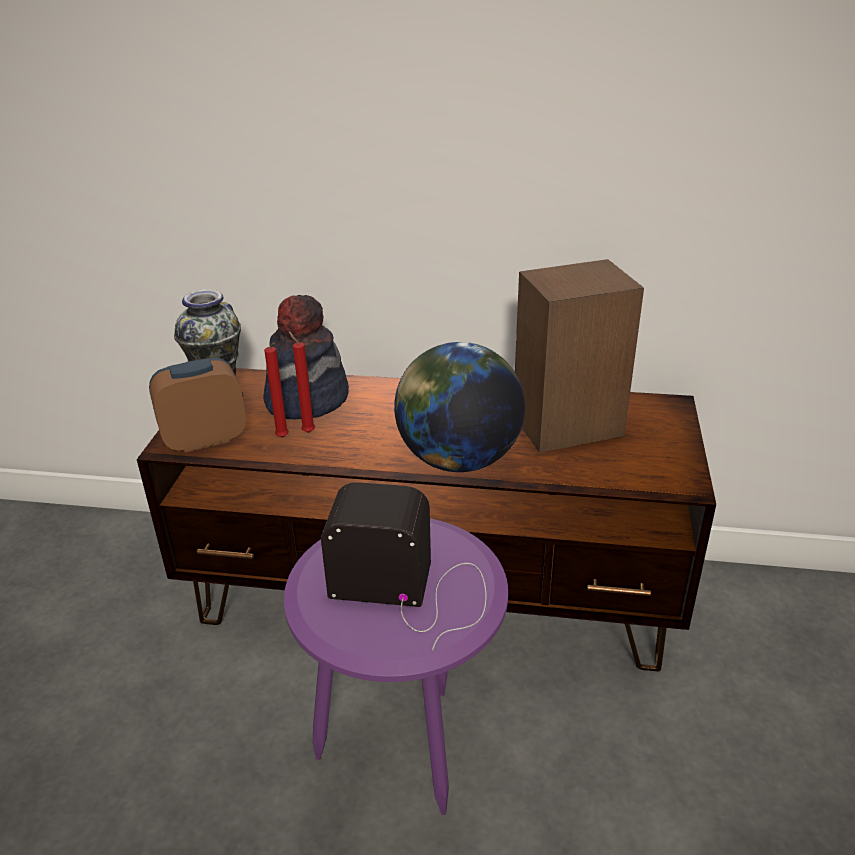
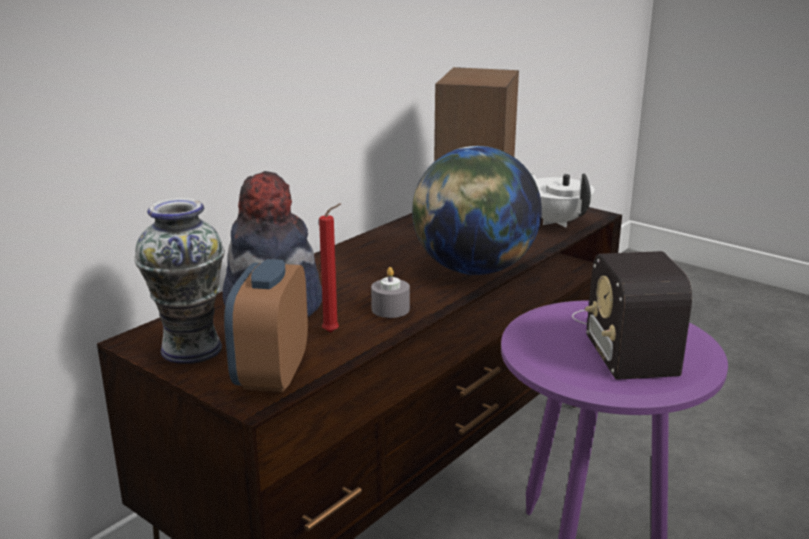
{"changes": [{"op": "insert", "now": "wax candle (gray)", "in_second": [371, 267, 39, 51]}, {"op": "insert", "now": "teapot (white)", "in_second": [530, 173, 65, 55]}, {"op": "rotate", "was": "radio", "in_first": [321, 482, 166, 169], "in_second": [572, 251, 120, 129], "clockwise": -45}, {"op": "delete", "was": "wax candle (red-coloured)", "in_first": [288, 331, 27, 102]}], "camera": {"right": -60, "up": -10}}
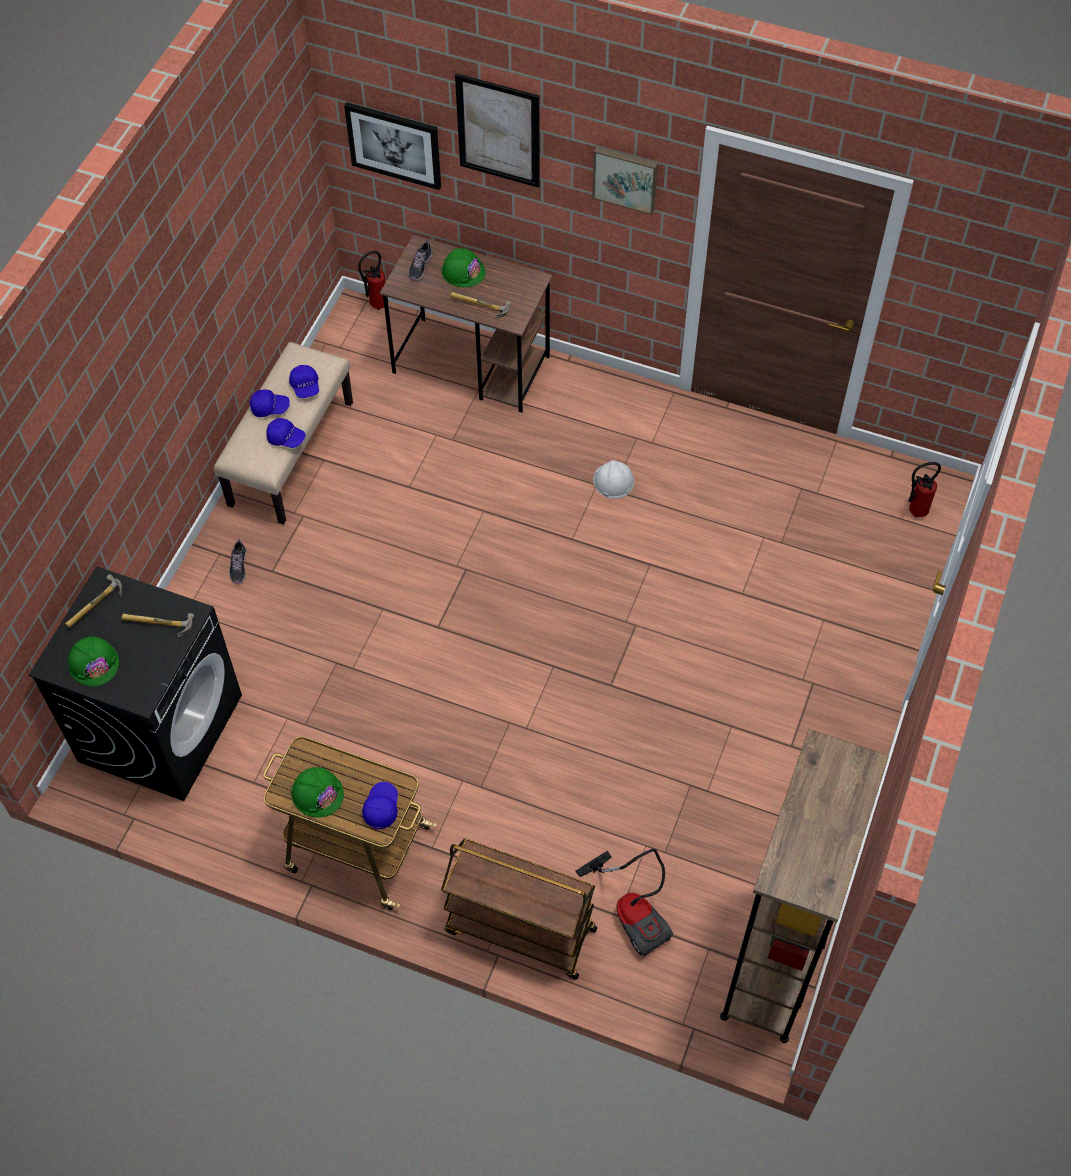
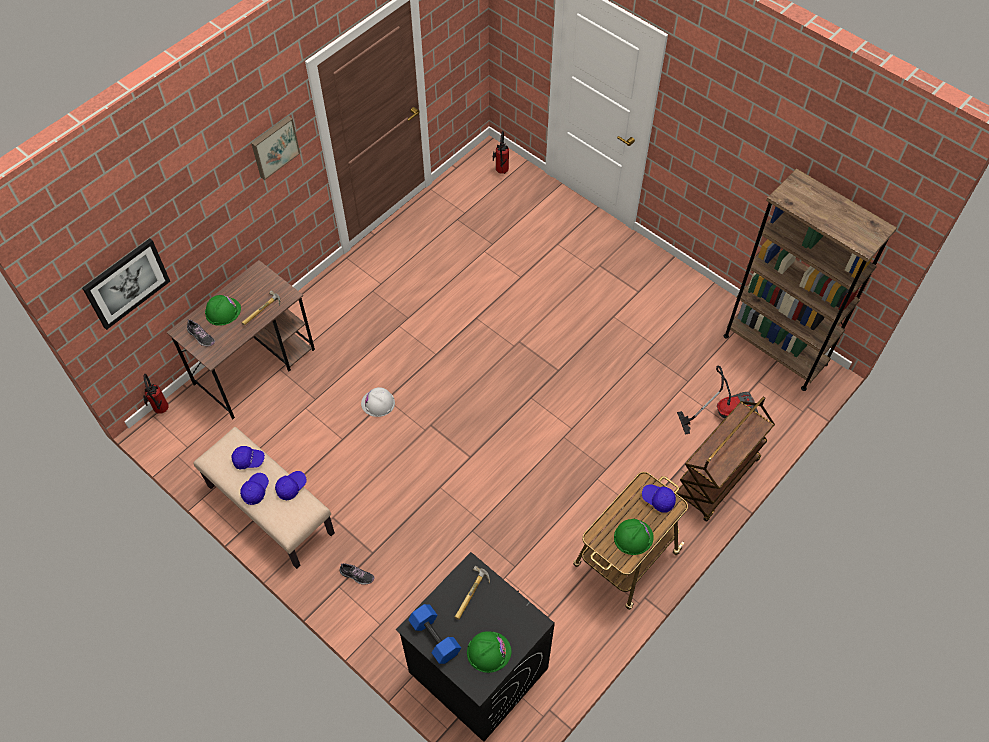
{"changes": [{"op": "move", "was": "work helmet (white)", "in_first": [593, 460, 41, 39], "in_second": [361, 387, 34, 30]}, {"op": "replace", "was": "hammer", "now": "dumbbell (bluish)", "in_first": [65, 574, 58, 54], "in_second": [408, 604, 53, 60]}, {"op": "delete", "was": "wall picture", "in_first": [455, 73, 85, 115]}], "camera": {"right": -70, "up": 0}}
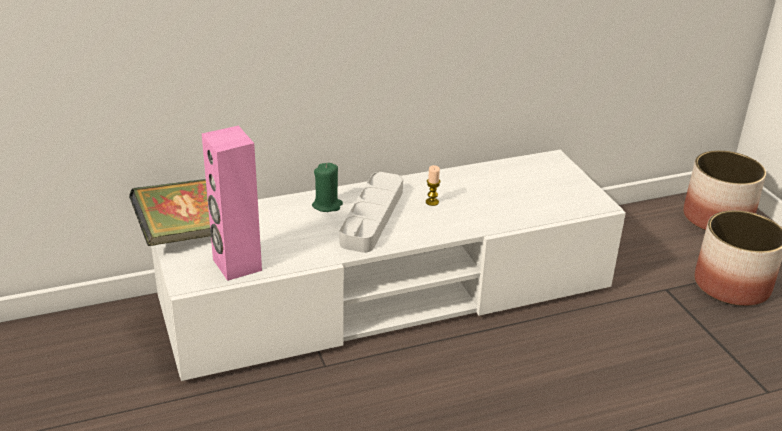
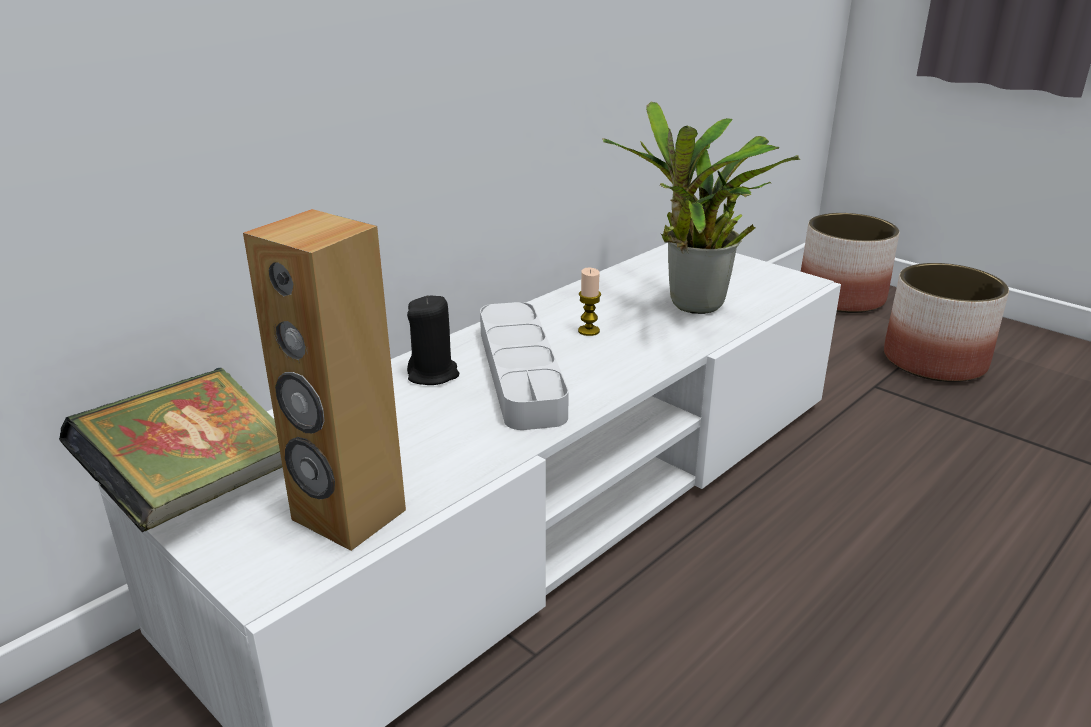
{"changes": [{"op": "recolor", "was": "audio speaker (pink-coloured)", "now": "audio speaker (brownish)", "in_first": [202, 126, 60, 155], "in_second": [243, 209, 163, 342]}, {"op": "recolor", "was": "wax candle (green-coloured)", "now": "wax candle (black)", "in_first": [312, 163, 31, 49], "in_second": [407, 295, 52, 90]}, {"op": "insert", "now": "potted plant", "in_second": [602, 101, 198, 213]}], "camera": {"right": -25, "up": -5}}
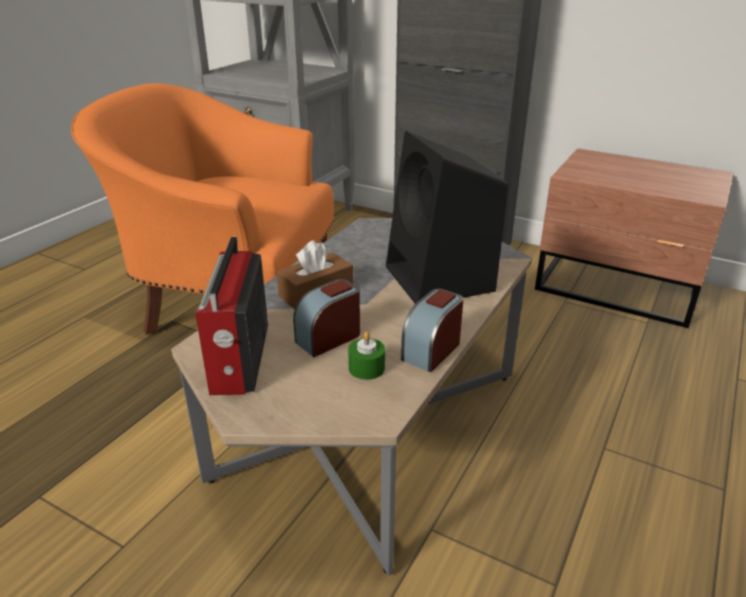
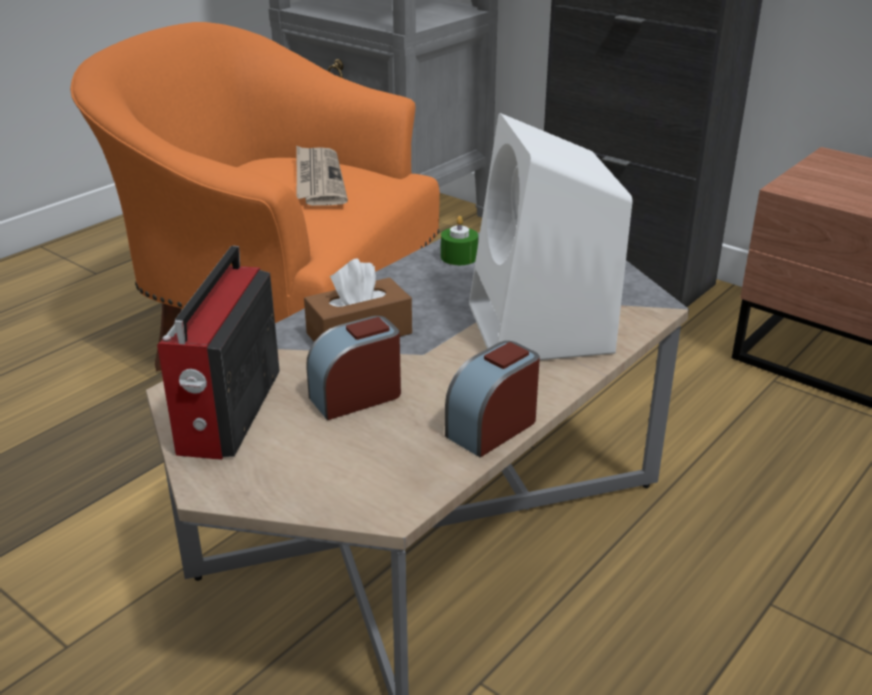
{"changes": [{"op": "insert", "now": "daily paper", "in_second": [296, 145, 52, 61]}, {"op": "move", "was": "wax candle (green-coloured)", "in_first": [348, 332, 37, 48], "in_second": [441, 216, 37, 49]}, {"op": "recolor", "was": "audio speaker (black)", "now": "audio speaker (white)", "in_first": [386, 131, 122, 173], "in_second": [469, 113, 163, 247]}], "camera": {"right": 10, "up": 0}}
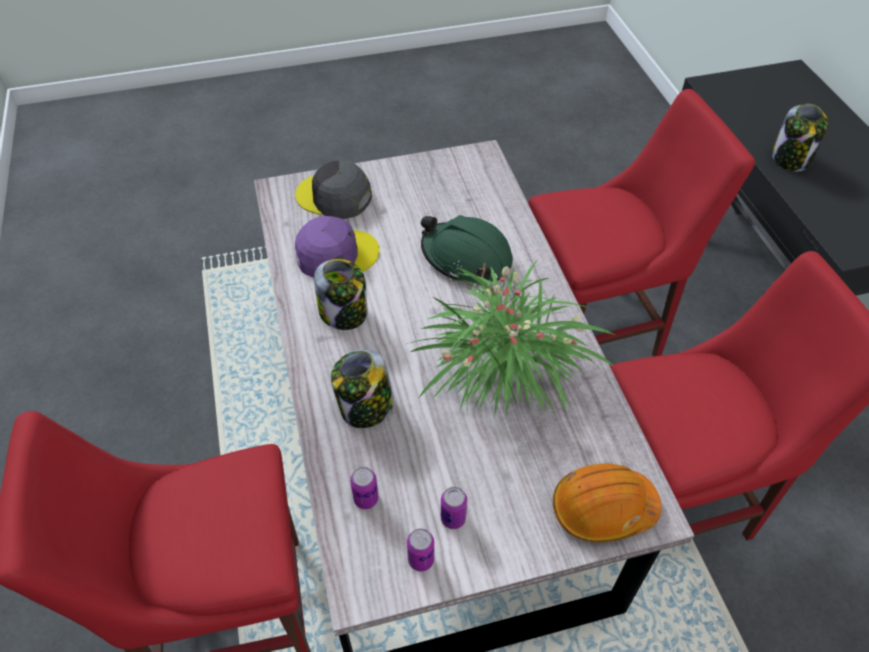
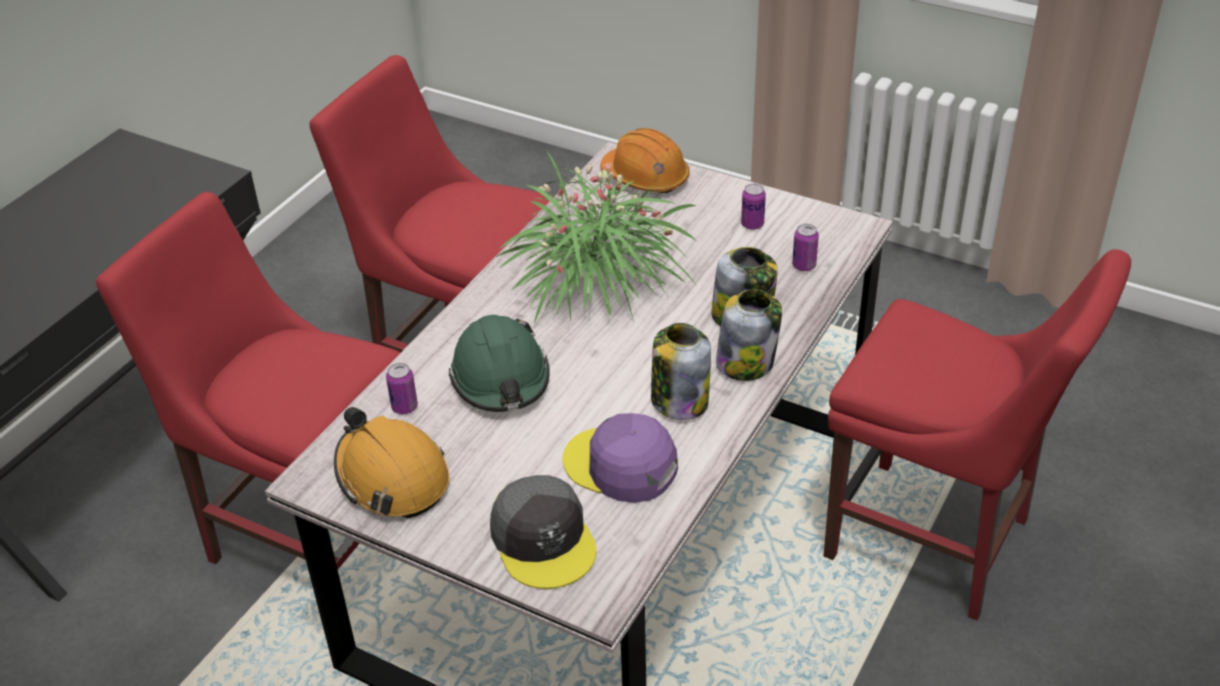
{"changes": [{"op": "insert", "now": "work helmet (orange-coloured)", "in_second": [334, 407, 115, 111]}, {"op": "move", "was": "metal can", "in_first": [407, 529, 27, 42], "in_second": [386, 363, 32, 51]}, {"op": "move", "was": "jar", "in_first": [772, 104, 56, 68], "in_second": [716, 289, 66, 92]}], "camera": {"right": -135, "up": -10}}
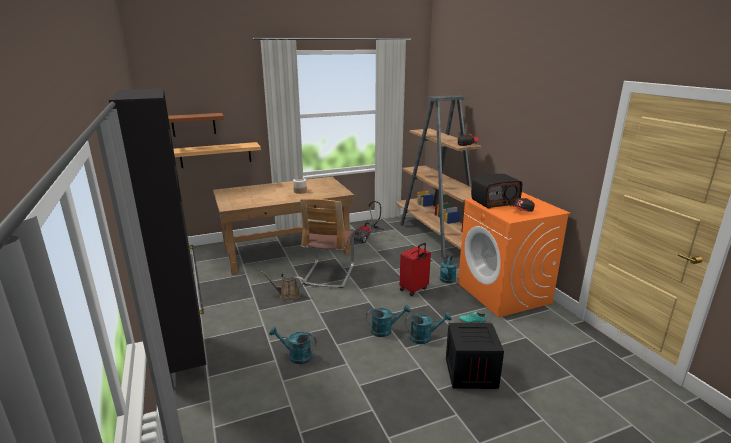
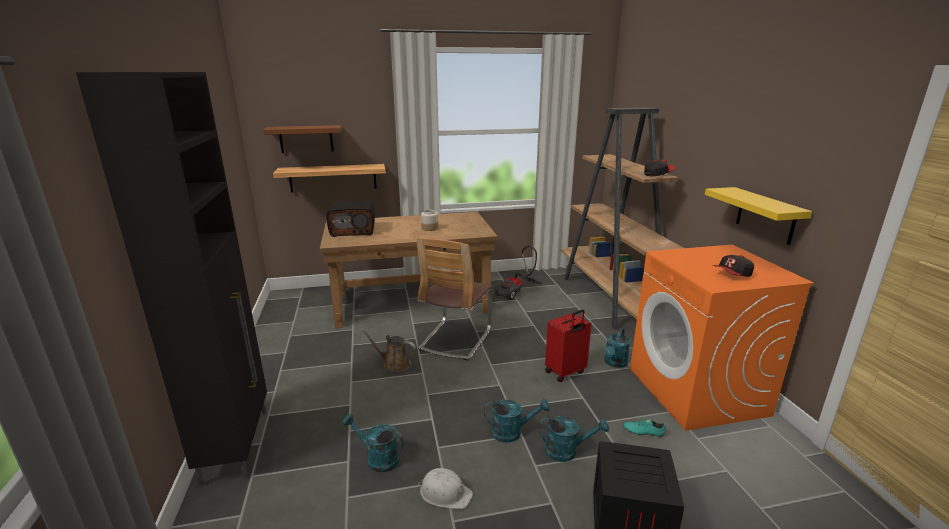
{"changes": [{"op": "move", "was": "radio", "in_first": [471, 174, 51, 35], "in_second": [326, 201, 49, 36]}, {"op": "insert", "now": "work helmet (white)", "in_second": [418, 468, 55, 41]}, {"op": "insert", "now": "wall shelf (yellowish)", "in_second": [705, 187, 107, 58]}], "camera": {"right": 10, "up": 0}}
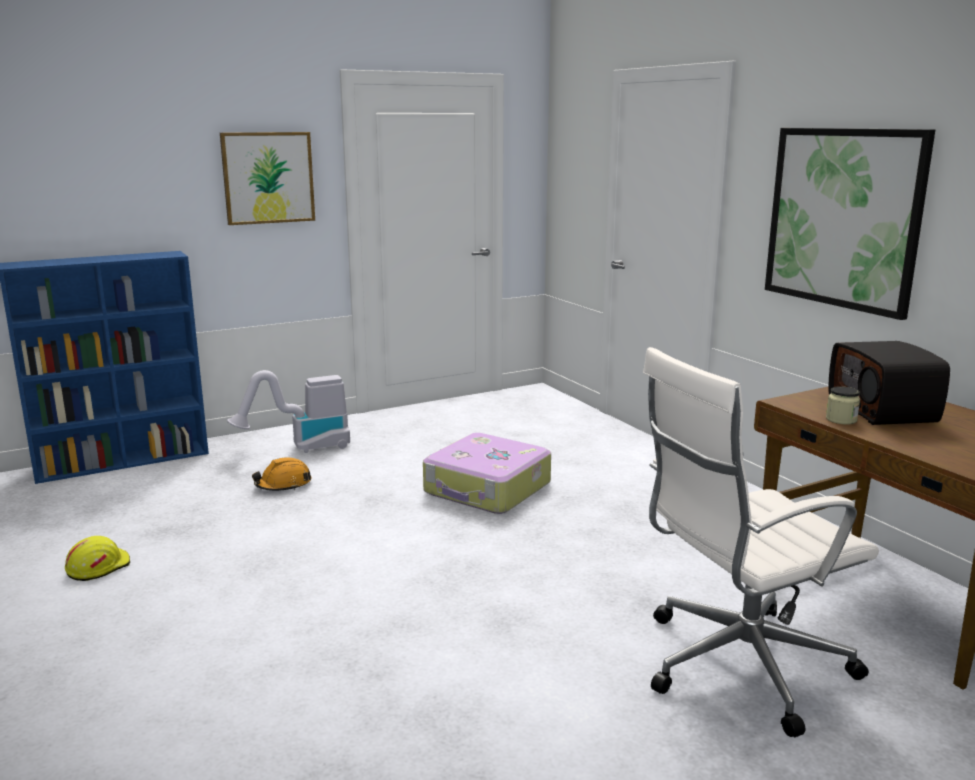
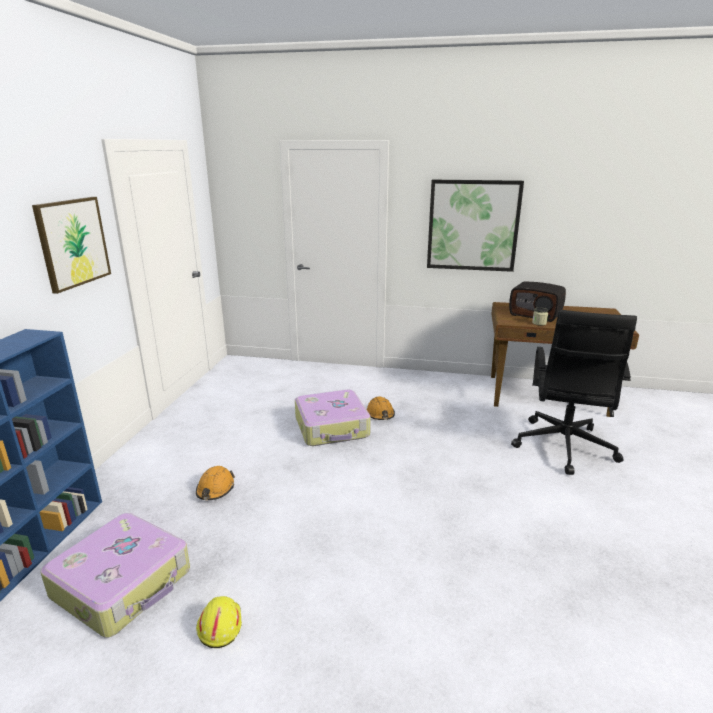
{"changes": [{"op": "insert", "now": "suitcase", "in_second": [40, 513, 150, 125]}, {"op": "insert", "now": "work helmet (orange-coloured)", "in_second": [367, 396, 28, 24]}, {"op": "recolor", "was": "office chair (white)", "now": "office chair (black)", "in_first": [643, 347, 236, 390], "in_second": [511, 310, 126, 165]}, {"op": "delete", "was": "hoover", "in_first": [227, 370, 123, 83]}], "camera": {"right": -50, "up": 5}}
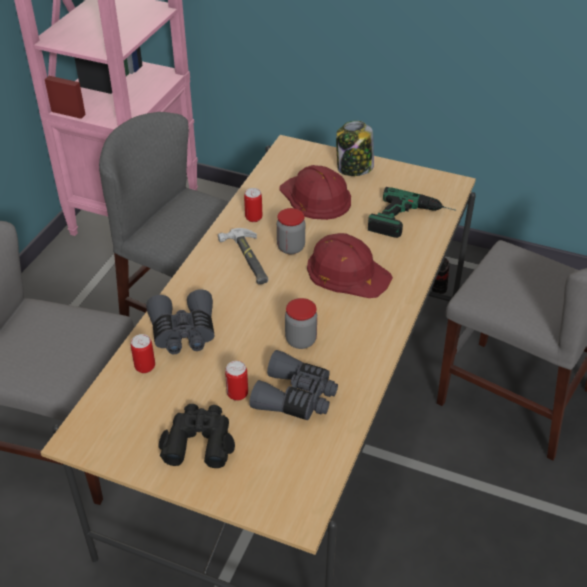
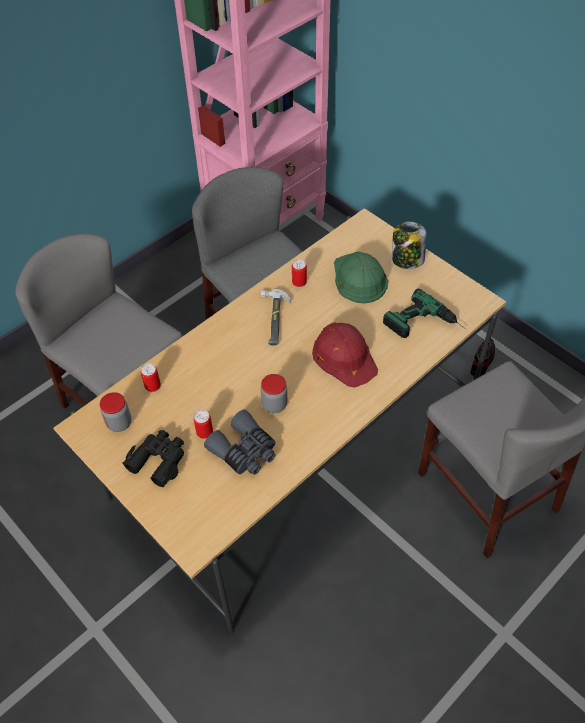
{"changes": [{"op": "move", "was": "jar", "in_first": [277, 208, 28, 46], "in_second": [100, 392, 32, 40]}, {"op": "recolor", "was": "work helmet (red-coloured)", "now": "work helmet (green-coloured)", "in_first": [279, 165, 72, 55], "in_second": [334, 252, 54, 51]}, {"op": "delete", "was": "binoculars (gray)", "in_first": [146, 289, 68, 66]}], "camera": {"right": 25, "up": 10}}
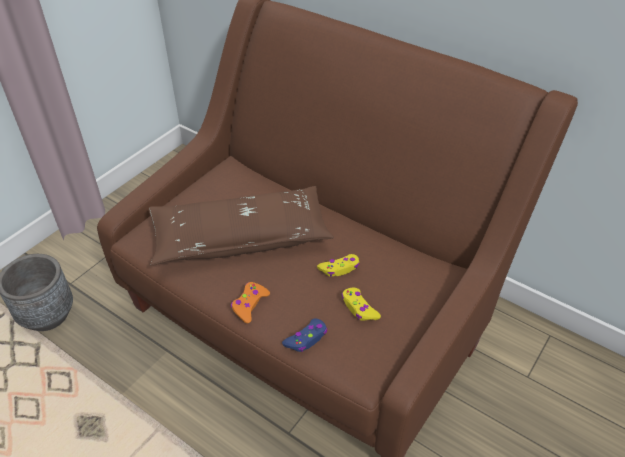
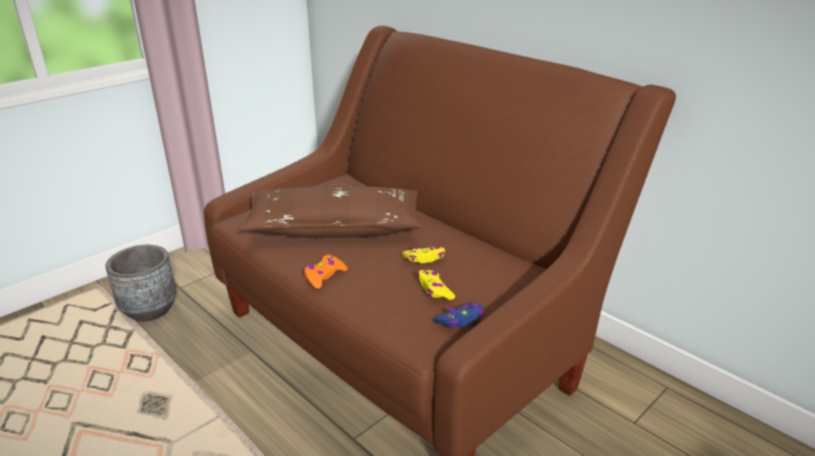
{"changes": [{"op": "move", "was": "joypad (bluish)", "in_first": [282, 319, 46, 33], "in_second": [433, 303, 51, 25]}], "camera": {"right": 10, "up": -15}}
